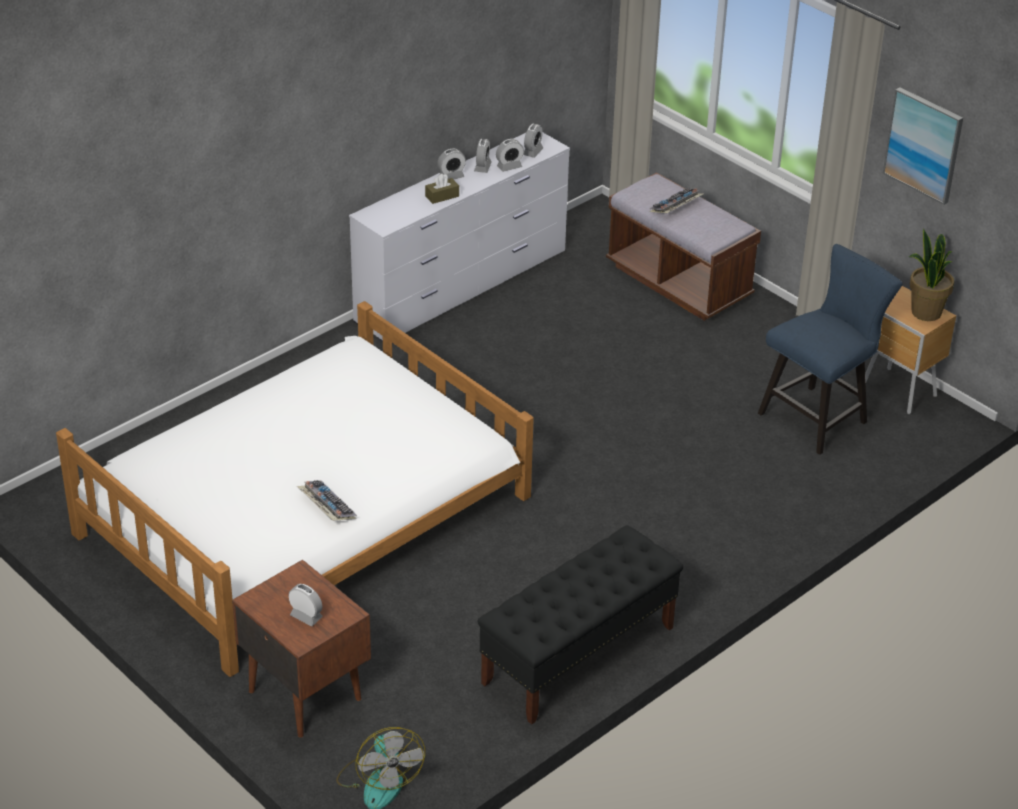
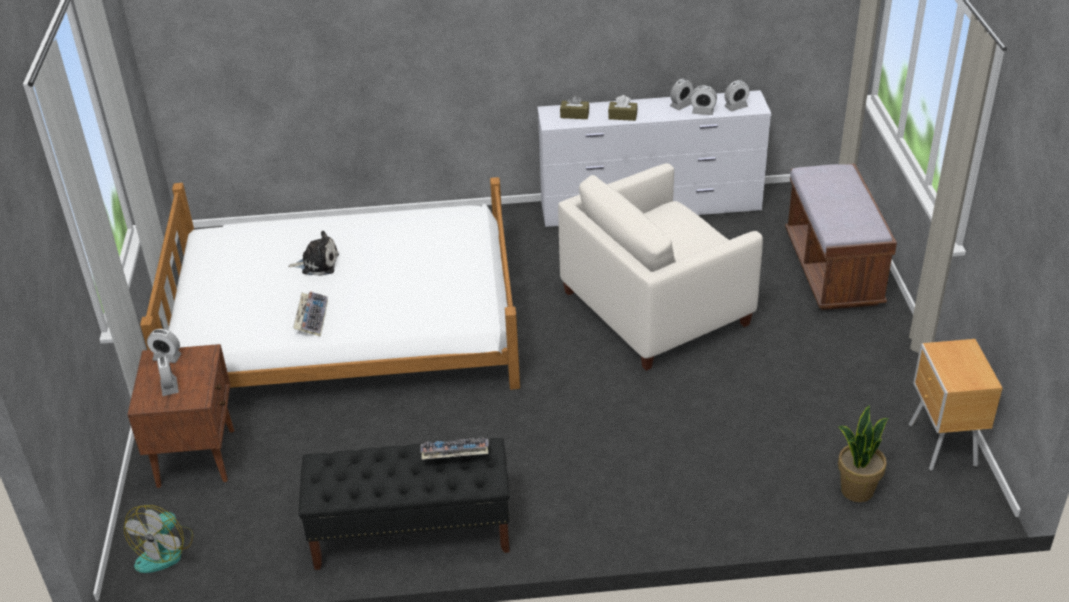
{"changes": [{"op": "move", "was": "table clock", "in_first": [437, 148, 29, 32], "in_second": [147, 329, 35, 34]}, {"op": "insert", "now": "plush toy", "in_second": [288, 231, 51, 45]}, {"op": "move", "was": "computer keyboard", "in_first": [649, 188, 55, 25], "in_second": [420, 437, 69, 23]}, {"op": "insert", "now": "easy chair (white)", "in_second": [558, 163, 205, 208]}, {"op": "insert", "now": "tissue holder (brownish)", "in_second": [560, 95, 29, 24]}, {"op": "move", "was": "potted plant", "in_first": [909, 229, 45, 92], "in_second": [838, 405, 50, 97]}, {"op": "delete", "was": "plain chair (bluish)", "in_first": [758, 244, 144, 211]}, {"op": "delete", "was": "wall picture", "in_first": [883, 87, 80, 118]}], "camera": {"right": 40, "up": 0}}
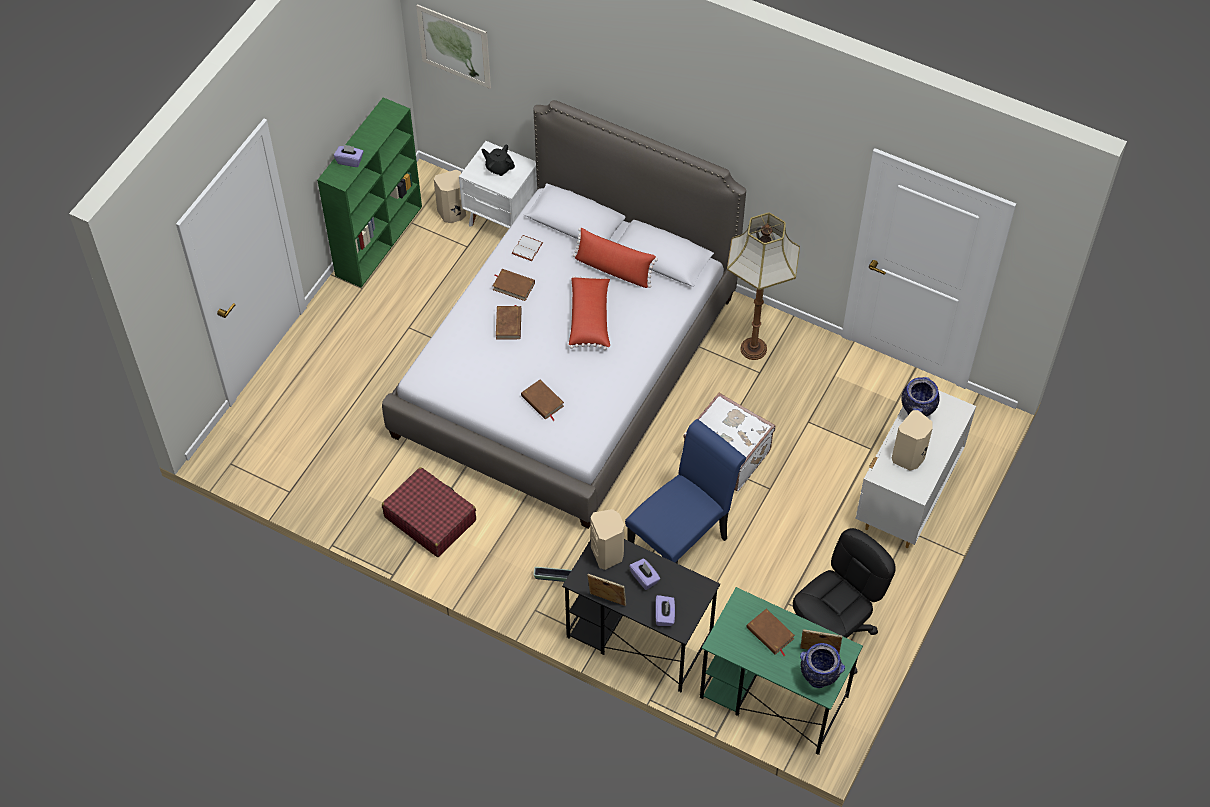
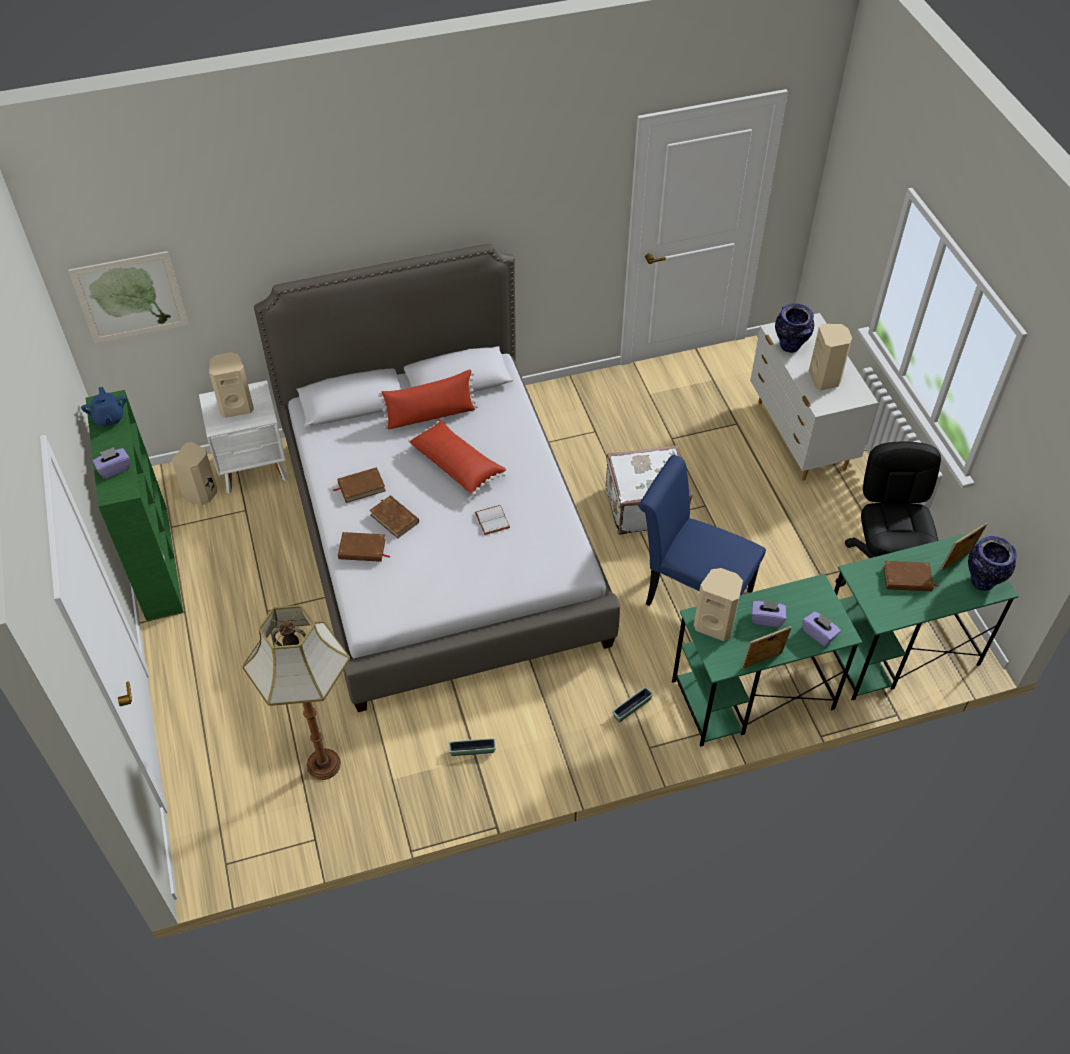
{"changes": [{"op": "insert", "now": "teapot (bluish)", "in_second": [81, 387, 45, 40]}, {"op": "replace", "was": "teapot (black)", "now": "audio speaker (beige)", "in_first": [482, 145, 33, 31], "in_second": [209, 352, 45, 66]}, {"op": "move", "was": "floor lamp", "in_first": [727, 212, 73, 148], "in_second": [243, 605, 107, 175]}, {"op": "move", "was": "book (brownish)", "in_first": [521, 379, 43, 42], "in_second": [338, 532, 52, 30]}, {"op": "replace", "was": "suitcase (red-coloured)", "now": "planter", "in_first": [382, 467, 94, 90], "in_second": [449, 738, 47, 18]}, {"op": "move", "was": "book (white)", "in_first": [512, 235, 31, 26], "in_second": [475, 505, 35, 30]}, {"op": "rotate", "was": "plain chair (bluish)", "in_first": [625, 419, 121, 145], "in_second": [639, 455, 127, 151], "clockwise": -60}, {"op": "recolor", "was": "desk (black)", "now": "desk (green-coloured)", "in_first": [562, 539, 158, 153], "in_second": [672, 574, 190, 173]}], "camera": {"right": -45, "up": -5}}
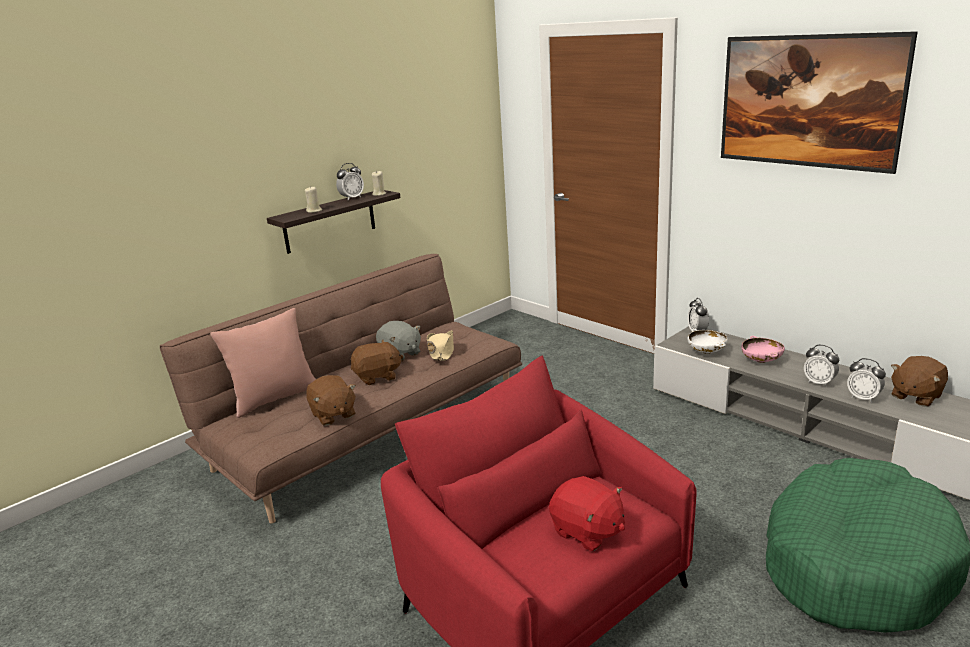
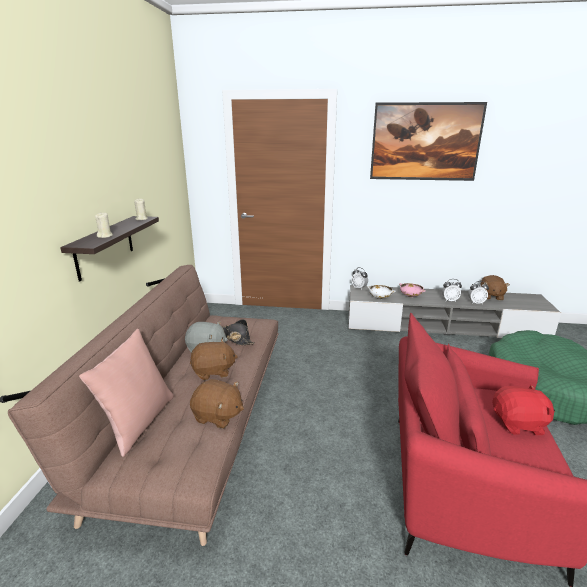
{"changes": [{"op": "rotate", "was": "plush toy (brownish)", "in_first": [351, 340, 52, 45], "in_second": [190, 339, 48, 41], "clockwise": 45}, {"op": "recolor", "was": "hat (beige)", "now": "hat (black)", "in_first": [427, 330, 27, 31], "in_second": [222, 319, 33, 27]}, {"op": "delete", "was": "table clock", "in_first": [336, 163, 28, 37]}], "camera": {"right": -40, "up": 0}}
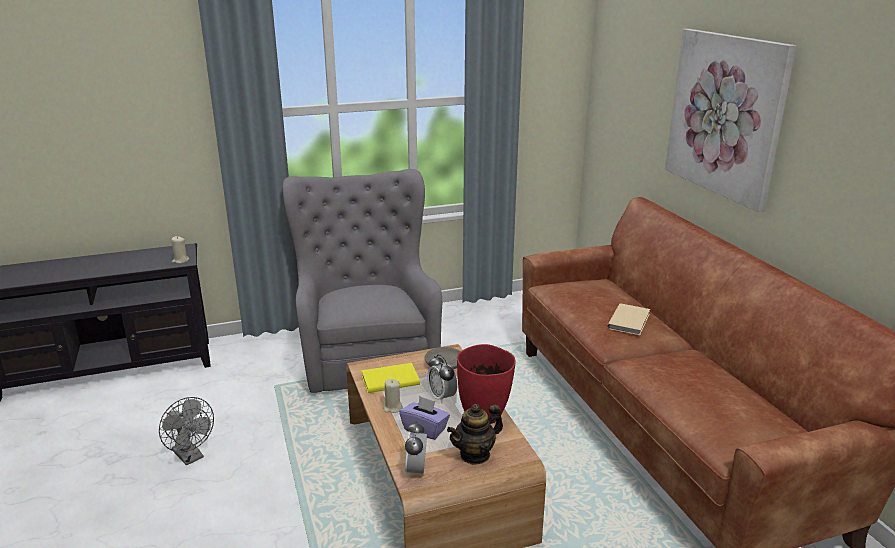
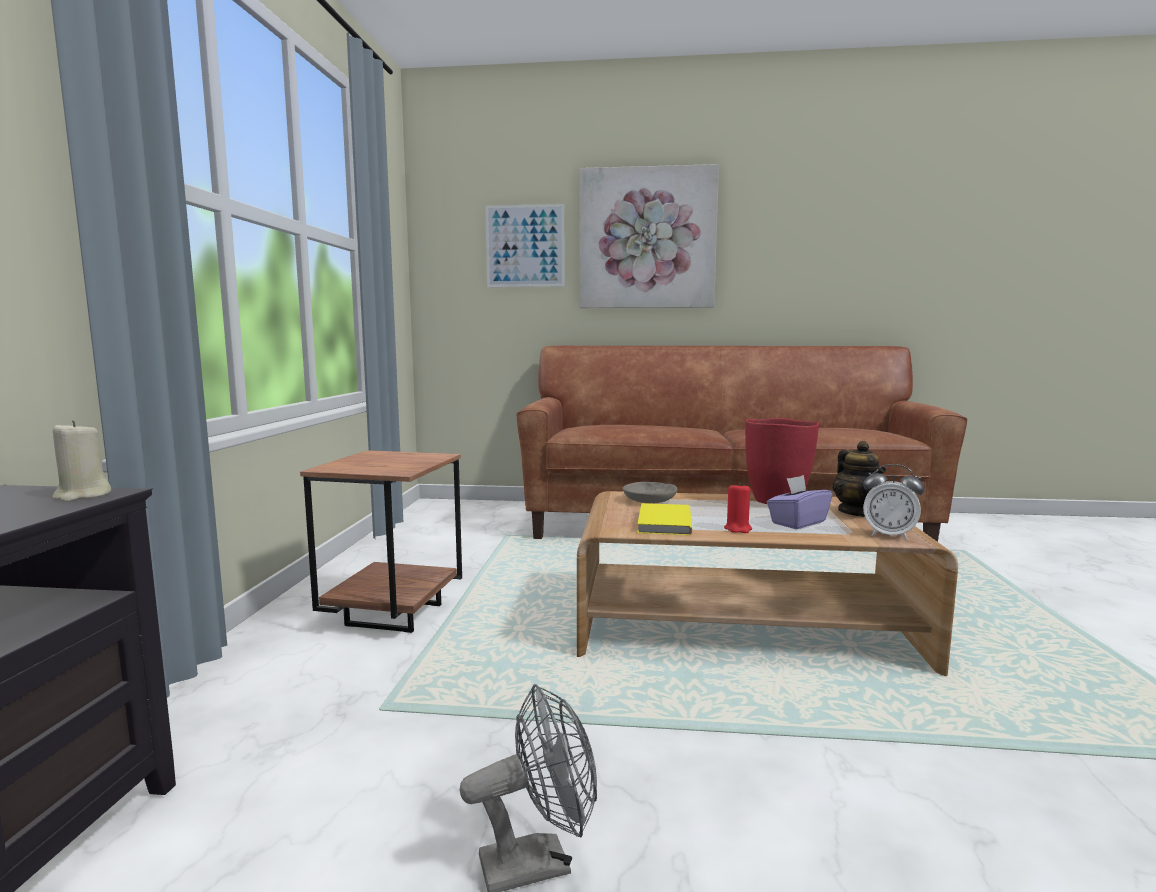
{"changes": [{"op": "replace", "was": "easy chair (gray)", "now": "side table (brownish)", "in_first": [283, 169, 159, 224], "in_second": [300, 450, 162, 183]}, {"op": "insert", "now": "wall picture", "in_second": [485, 204, 80, 83]}, {"op": "recolor", "was": "wax candle (beige)", "now": "wax candle (red-coloured)", "in_first": [383, 379, 20, 34], "in_second": [724, 483, 28, 50]}, {"op": "delete", "was": "table clock", "in_first": [427, 354, 30, 50]}, {"op": "delete", "was": "book (beige)", "in_first": [607, 303, 43, 32]}], "camera": {"right": -65, "up": -15}}
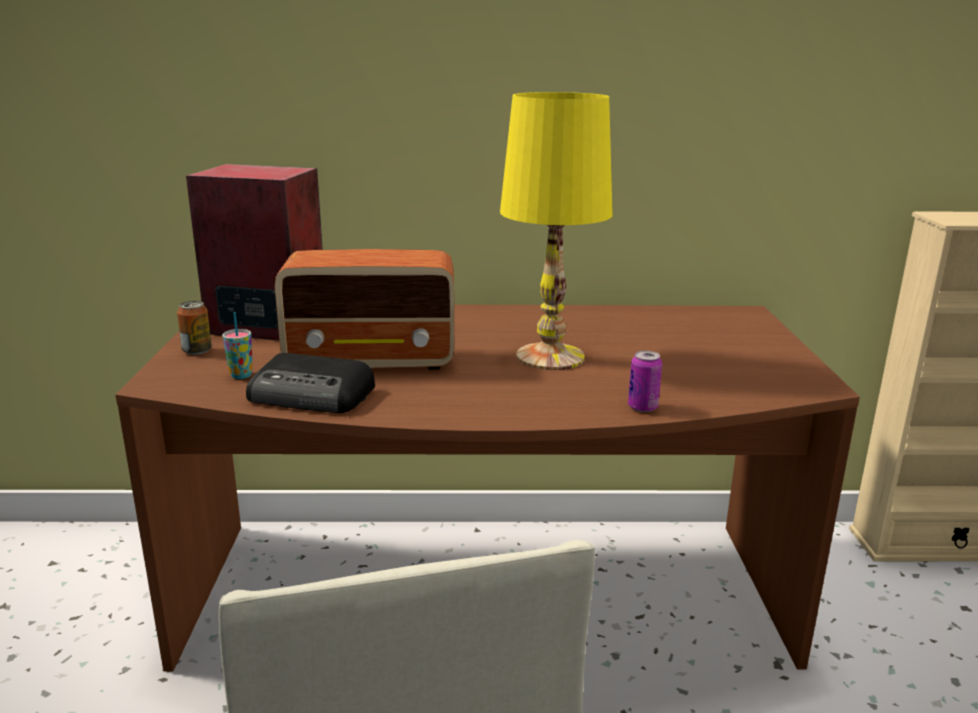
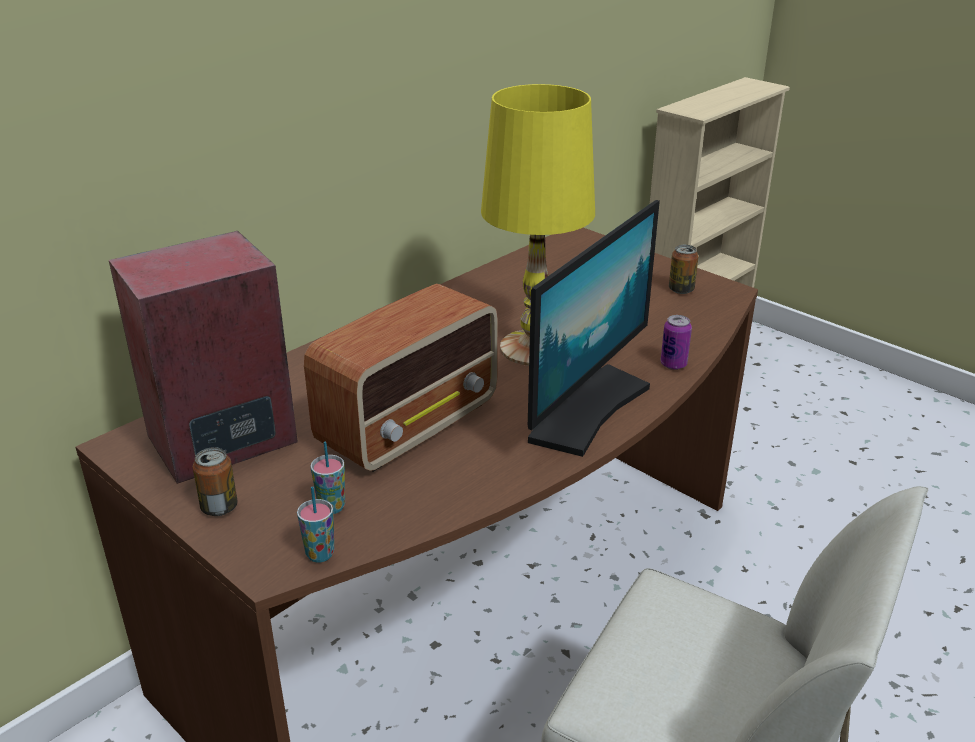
{"changes": [{"op": "insert", "now": "small cup", "in_second": [297, 486, 37, 76]}, {"op": "insert", "now": "monitor", "in_second": [528, 200, 132, 257]}, {"op": "insert", "now": "metal can", "in_second": [669, 245, 29, 49]}, {"op": "delete", "was": "radio", "in_first": [246, 353, 129, 60]}], "camera": {"right": -45, "up": 10}}
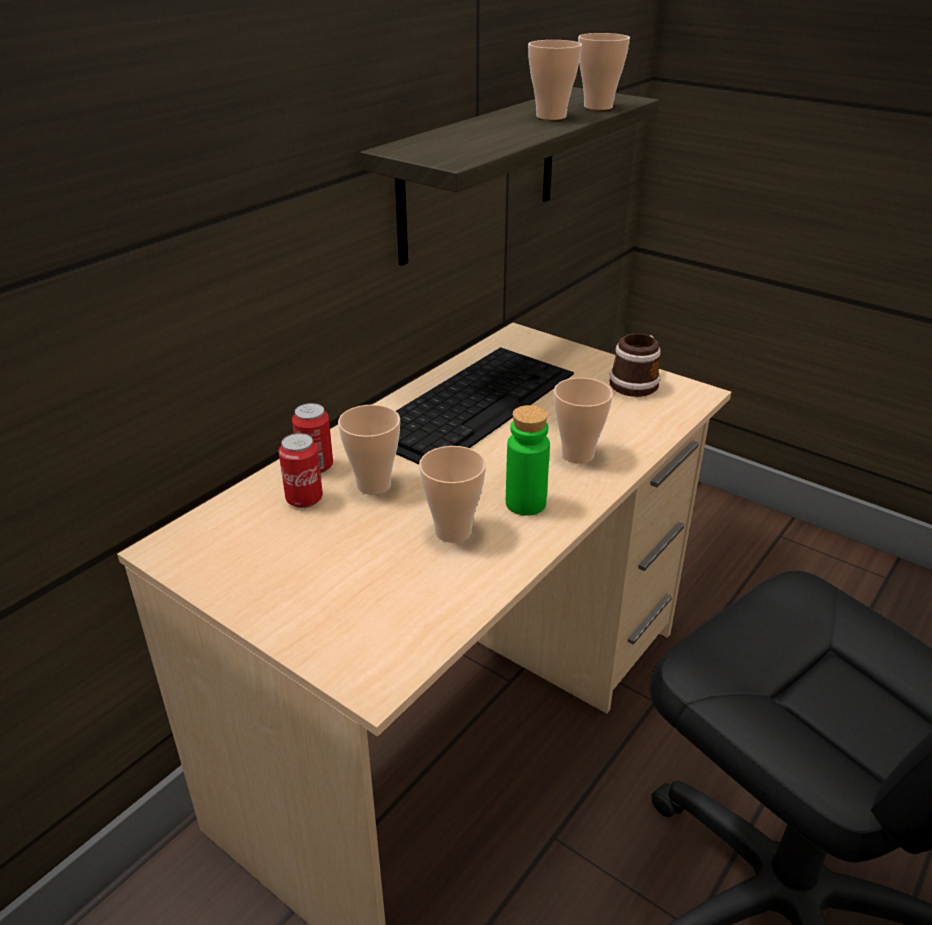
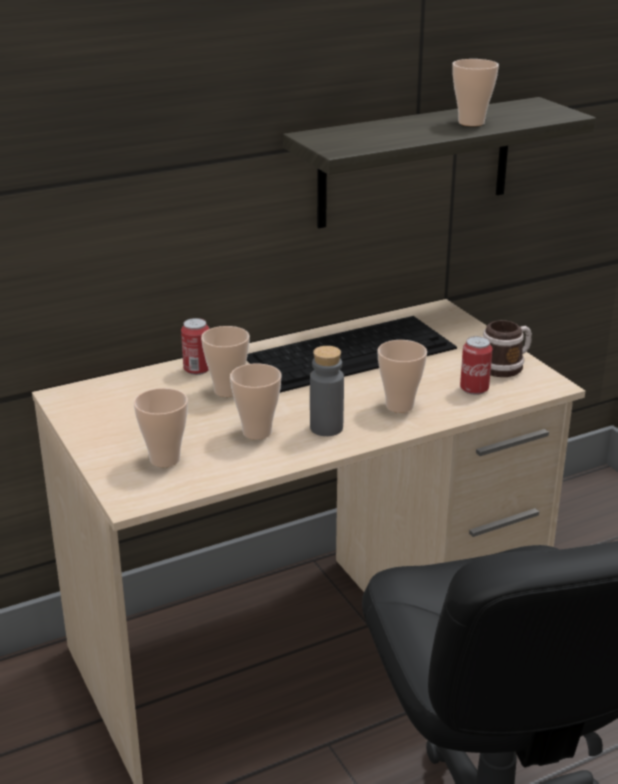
{"changes": [{"op": "move", "was": "small cup", "in_first": [578, 33, 52, 77], "in_second": [134, 388, 54, 79]}, {"op": "recolor", "was": "drink bottle (green-coloured)", "now": "drink bottle (gray)", "in_first": [506, 405, 44, 111], "in_second": [310, 346, 34, 90]}, {"op": "move", "was": "metal can", "in_first": [279, 433, 44, 75], "in_second": [460, 336, 33, 59]}], "camera": {"right": 25, "up": -5}}
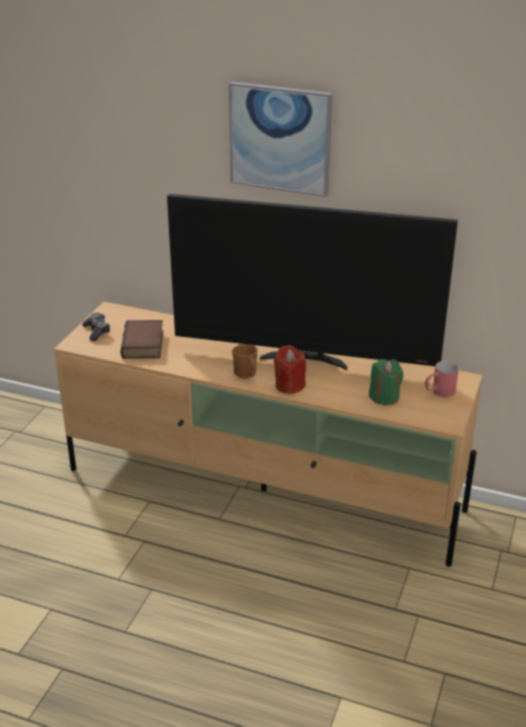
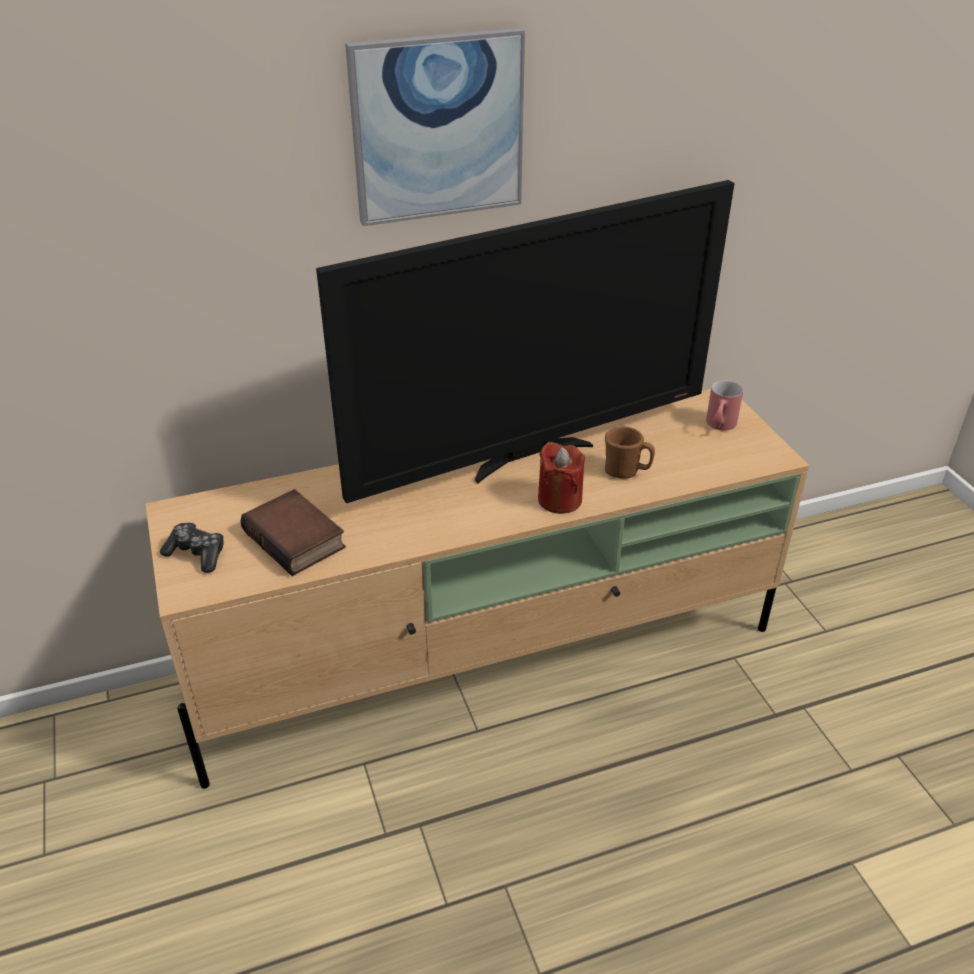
{"changes": [{"op": "move", "was": "coffee mug (brownish)", "in_first": [232, 344, 25, 35], "in_second": [605, 427, 50, 52]}, {"op": "delete", "was": "wax candle (green-coloured)", "in_first": [369, 359, 34, 46]}], "camera": {"right": -40, "up": 5}}
